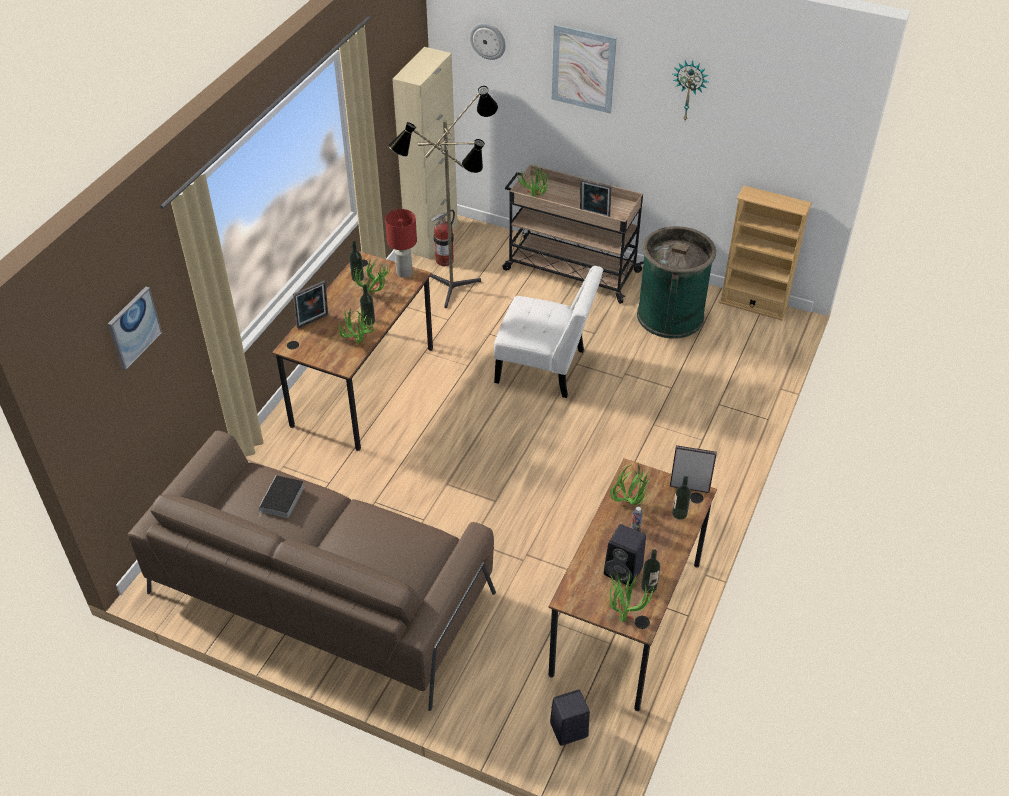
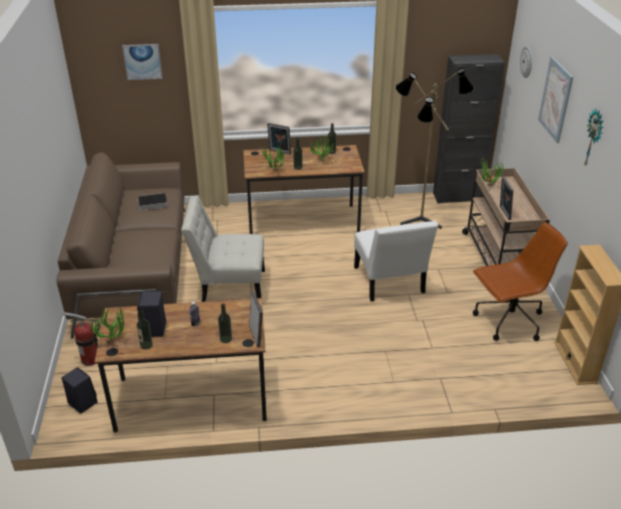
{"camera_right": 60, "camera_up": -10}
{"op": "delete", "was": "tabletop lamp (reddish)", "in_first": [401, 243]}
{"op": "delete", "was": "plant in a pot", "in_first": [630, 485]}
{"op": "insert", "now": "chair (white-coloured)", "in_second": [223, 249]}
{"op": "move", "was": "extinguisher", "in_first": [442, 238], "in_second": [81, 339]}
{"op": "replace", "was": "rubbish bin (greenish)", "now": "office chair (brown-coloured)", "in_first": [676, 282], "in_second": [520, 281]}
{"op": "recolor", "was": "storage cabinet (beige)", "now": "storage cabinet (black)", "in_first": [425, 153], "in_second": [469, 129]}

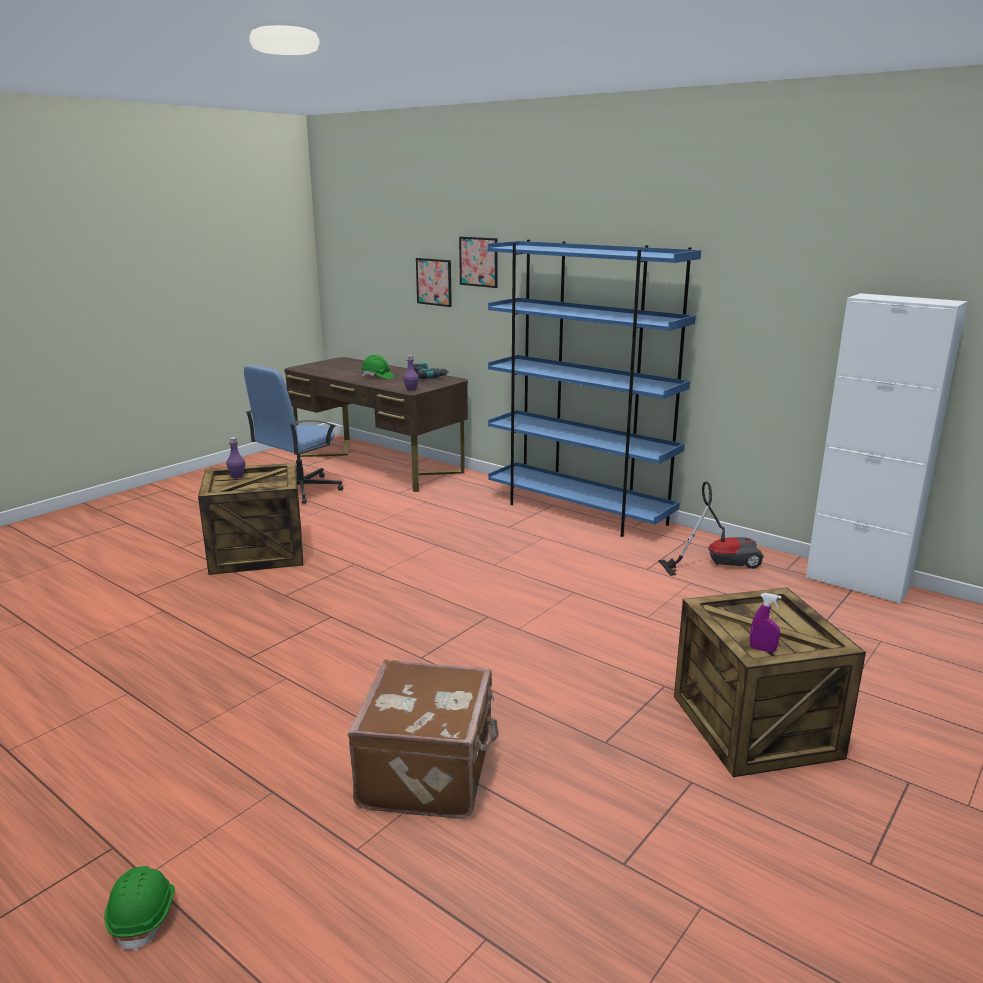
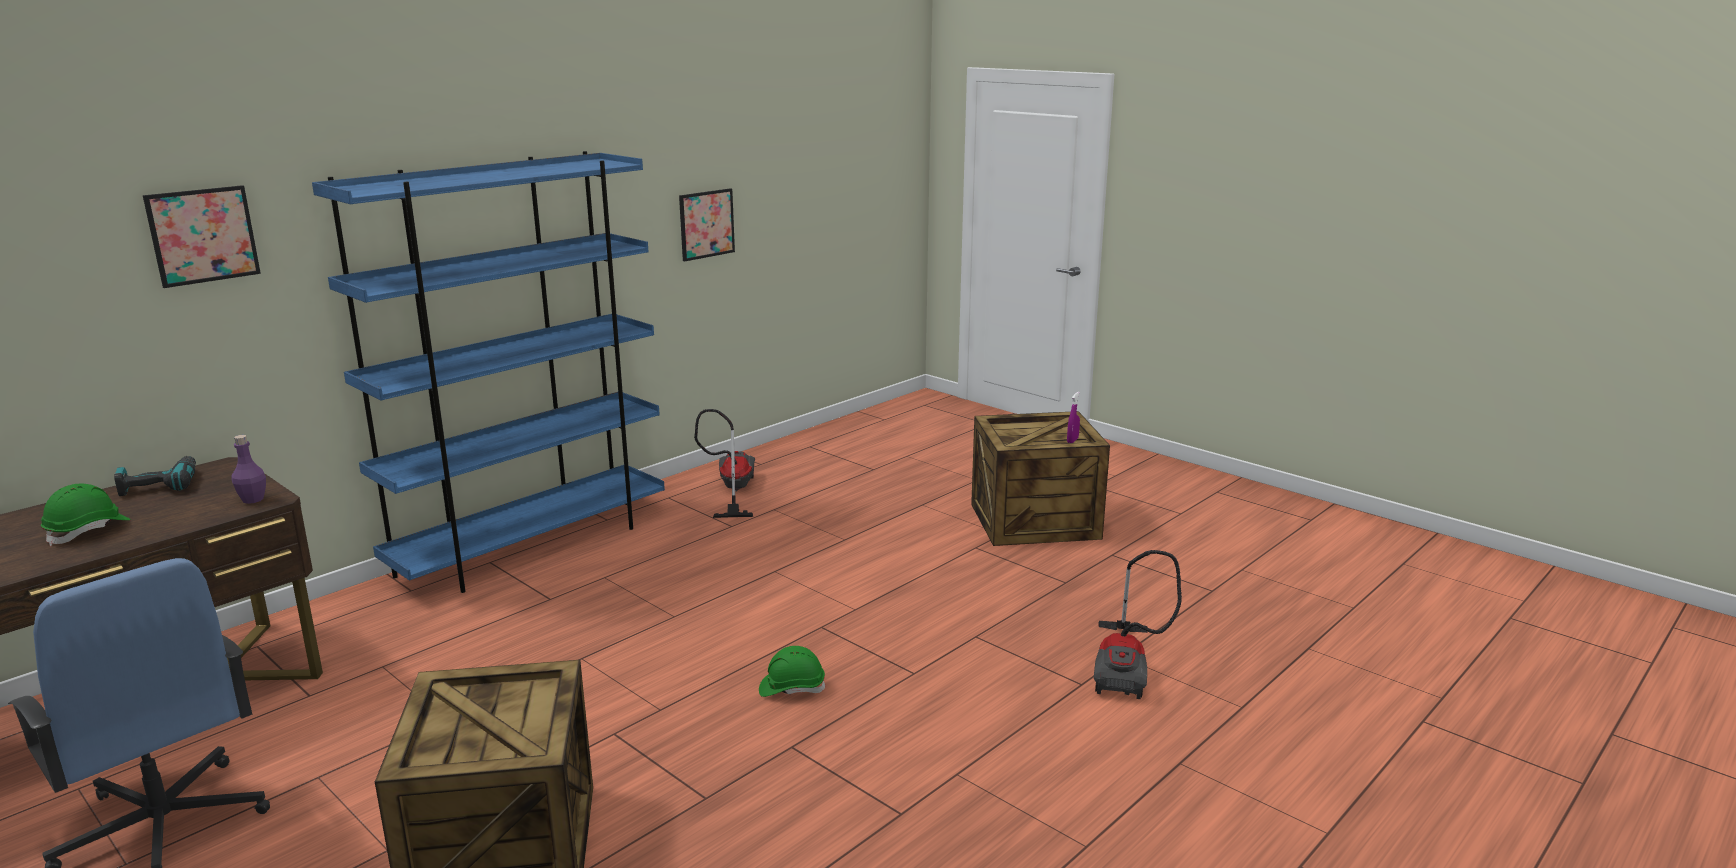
{"camera_right": -85, "camera_up": 0}
{"op": "delete", "was": "bottle (purplish)", "in_first": [235, 457]}
{"op": "delete", "was": "storage cabinet (white-coloured)", "in_first": [887, 449]}
{"op": "move", "was": "hard hat (greenish)", "in_first": [139, 909], "in_second": [792, 671]}
{"op": "move", "was": "wall picture", "in_first": [434, 282], "in_second": [707, 224]}
{"op": "replace", "was": "piece of luggage (brown-coloured)", "now": "vacuum", "in_first": [423, 739], "in_second": [1138, 624]}

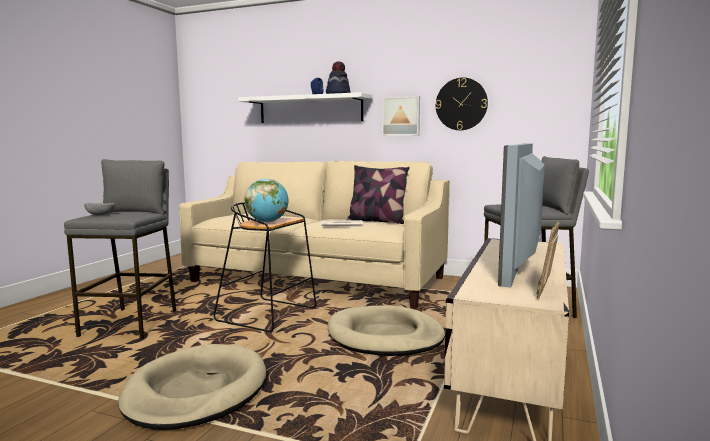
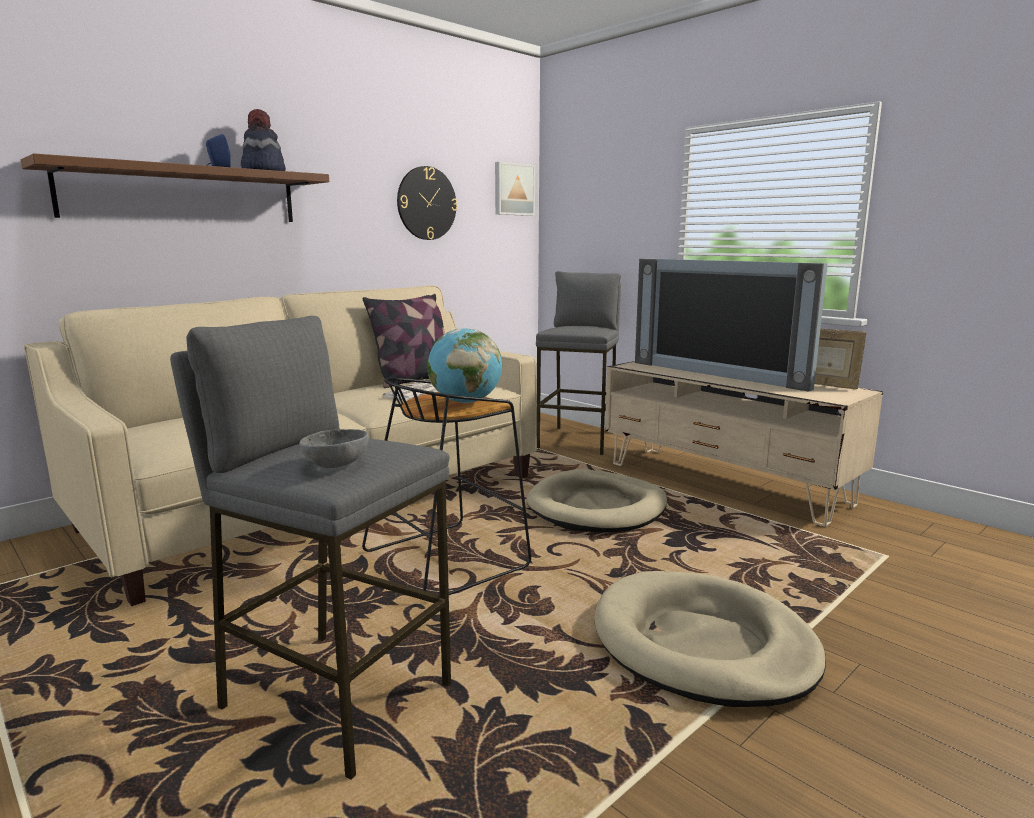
{"camera_right": -65, "camera_up": 5}
{"op": "move", "was": "wall picture", "in_first": [401, 116], "in_second": [515, 189]}
{"op": "recolor", "was": "bracket shelf (white-coloured)", "now": "bracket shelf (brown-coloured)", "in_first": [305, 107], "in_second": [175, 187]}

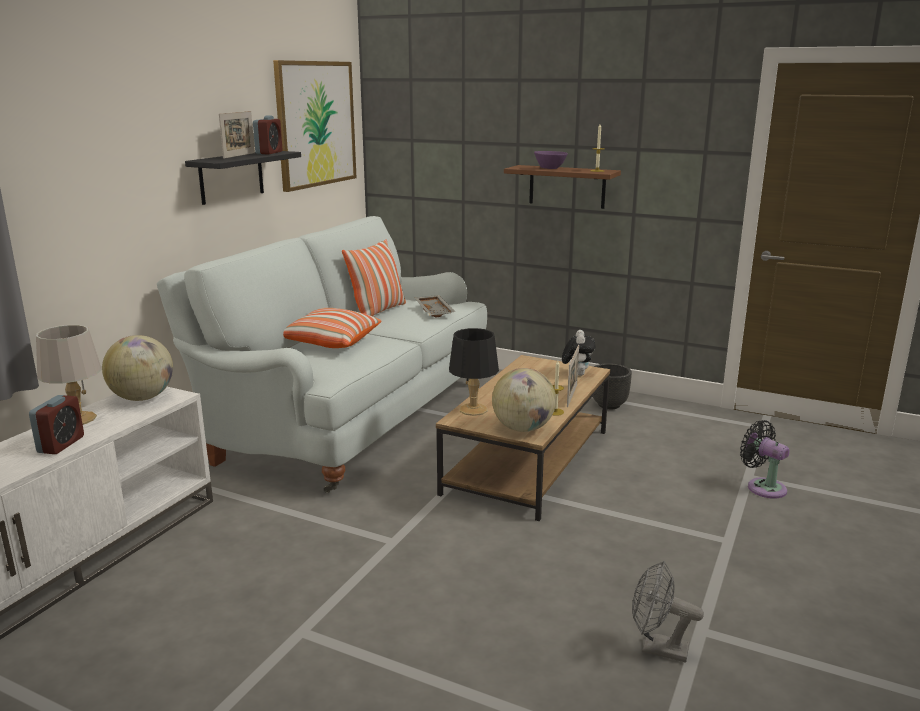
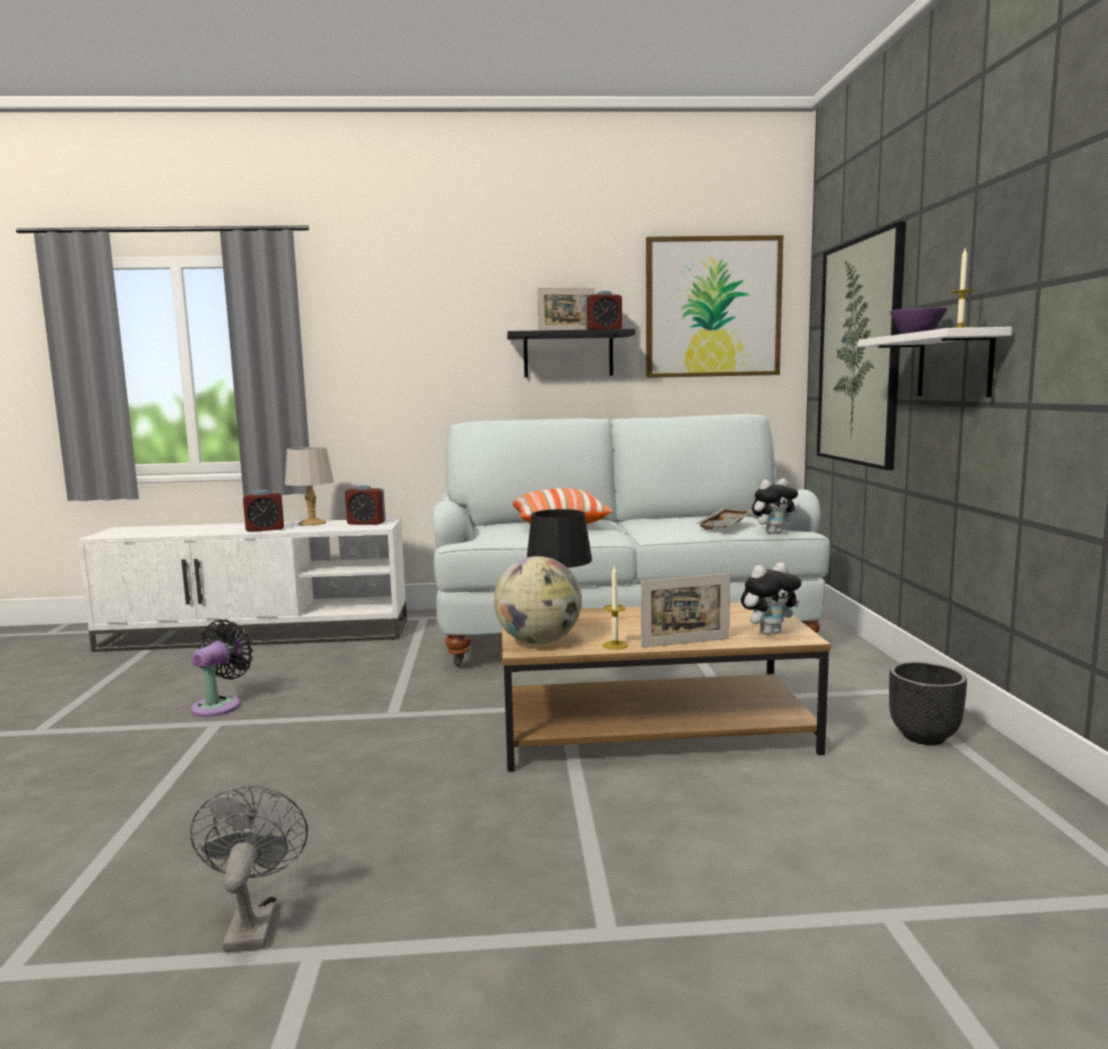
{"camera_right": 60, "camera_up": -10}
{"op": "delete", "was": "throw pillow", "in_first": [374, 277]}
{"op": "insert", "now": "soft toy", "in_second": [775, 506]}
{"op": "insert", "now": "wall picture", "in_second": [861, 345]}
{"op": "move", "was": "fan (black)", "in_first": [765, 459], "in_second": [222, 668]}
{"op": "replace", "was": "world globe", "now": "alarm clock", "in_first": [137, 368], "in_second": [365, 505]}
{"op": "recolor", "was": "bracket shelf (brown-coloured)", "now": "bracket shelf (white-coloured)", "in_first": [562, 187], "in_second": [935, 362]}

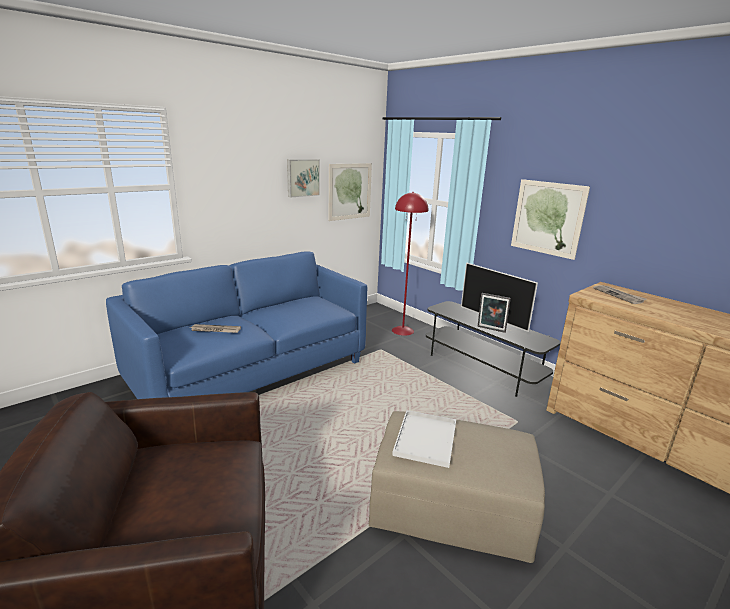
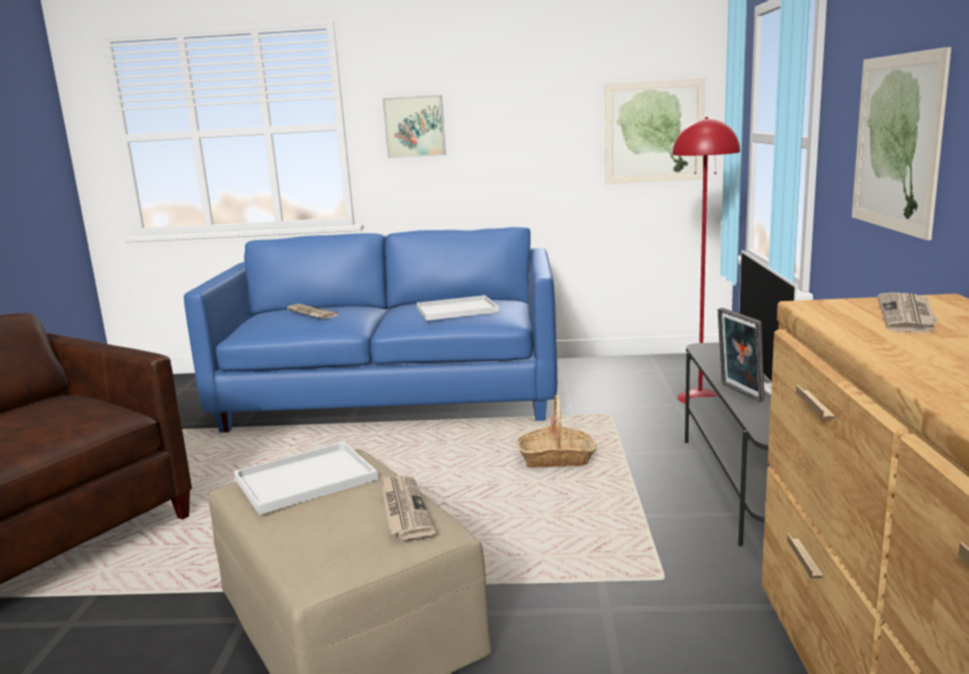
{"camera_right": 45, "camera_up": -5}
{"op": "insert", "now": "daily paper", "in_second": [407, 507]}
{"op": "insert", "now": "tray (white-coloured)", "in_second": [458, 308]}
{"op": "insert", "now": "household basket", "in_second": [556, 431]}
{"op": "move", "was": "wall picture", "in_first": [303, 178], "in_second": [414, 126]}

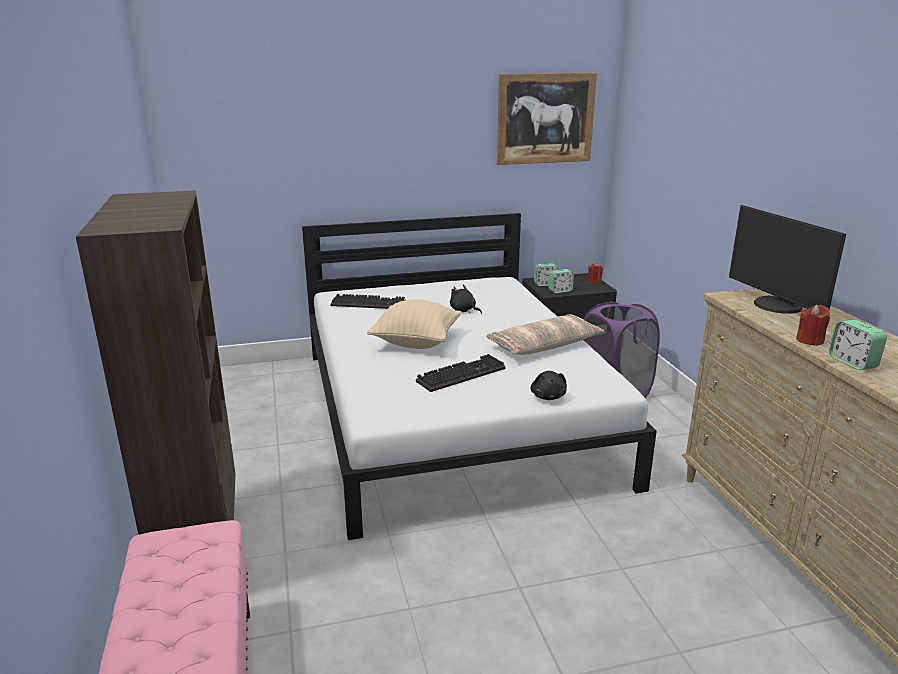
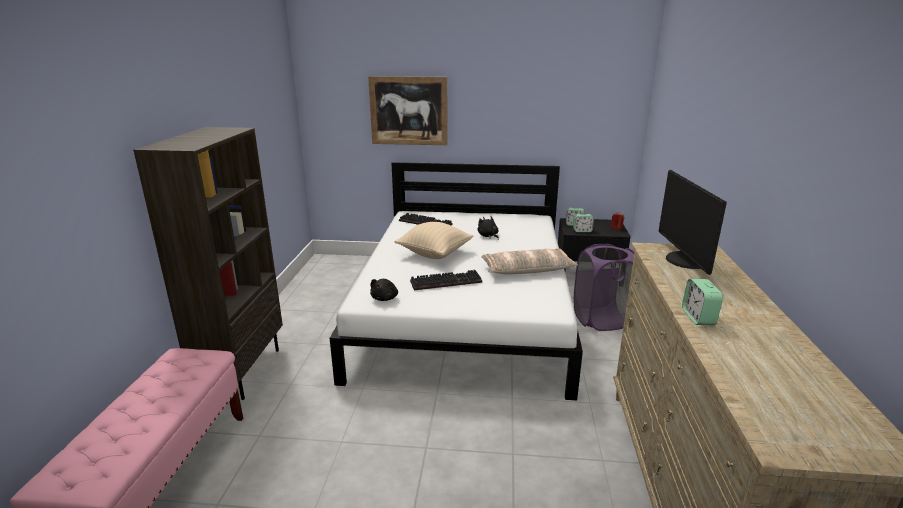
{"camera_right": 20, "camera_up": 0}
{"op": "delete", "was": "wax candle (reddish)", "in_first": [813, 325]}
{"op": "move", "was": "wall picture", "in_first": [547, 119], "in_second": [408, 110]}
{"op": "move", "was": "soft toy (black)", "in_first": [548, 385], "in_second": [384, 290]}

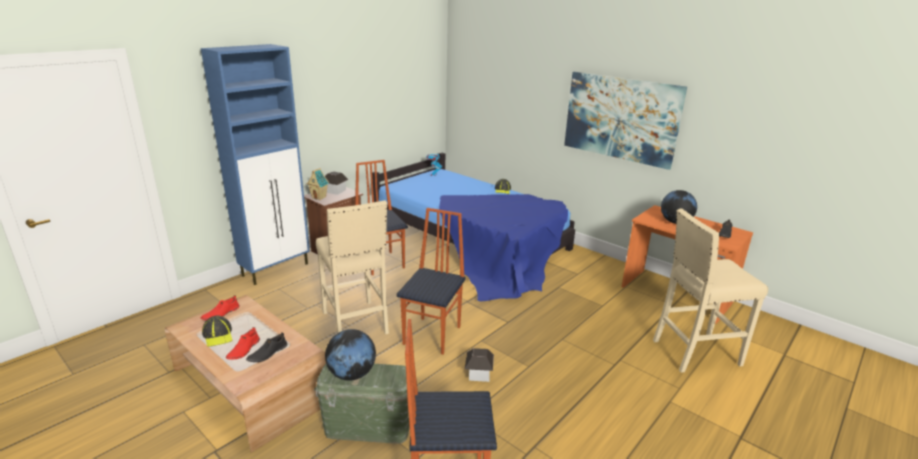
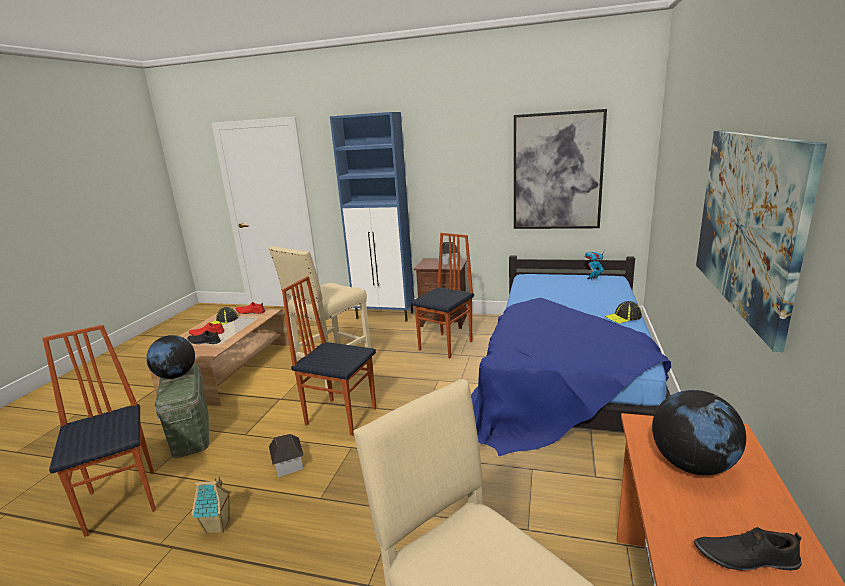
{"camera_right": 65, "camera_up": -5}
{"op": "insert", "now": "wall picture", "in_second": [560, 169]}
{"op": "move", "was": "miniature house", "in_first": [318, 184], "in_second": [211, 505]}
{"op": "rotate", "was": "chair", "in_first": [431, 281], "in_second": [329, 355], "clockwise": -150}

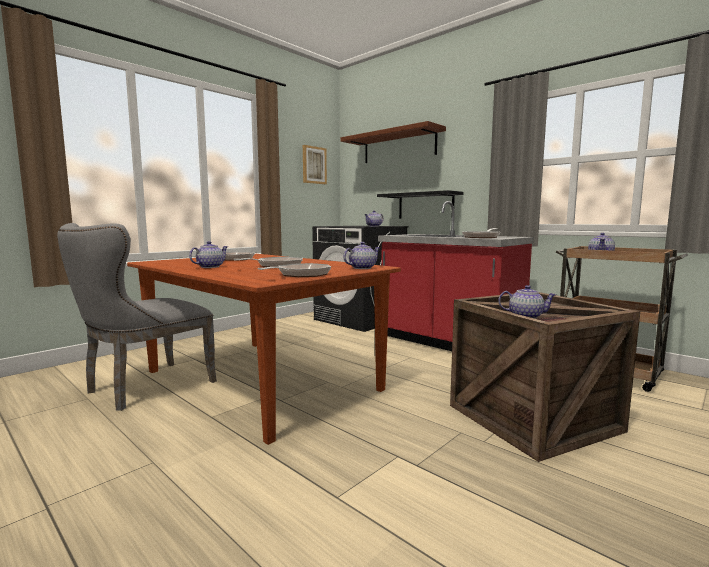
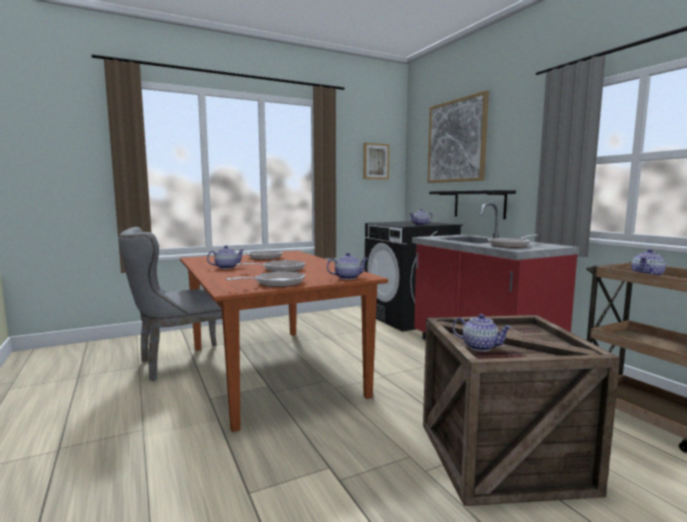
{"camera_right": 20, "camera_up": 0}
{"op": "replace", "was": "bracket shelf (brown-coloured)", "now": "wall picture", "in_first": [393, 142], "in_second": [458, 137]}

